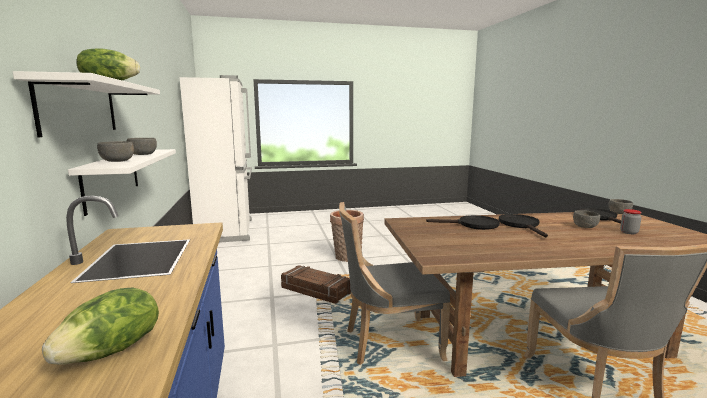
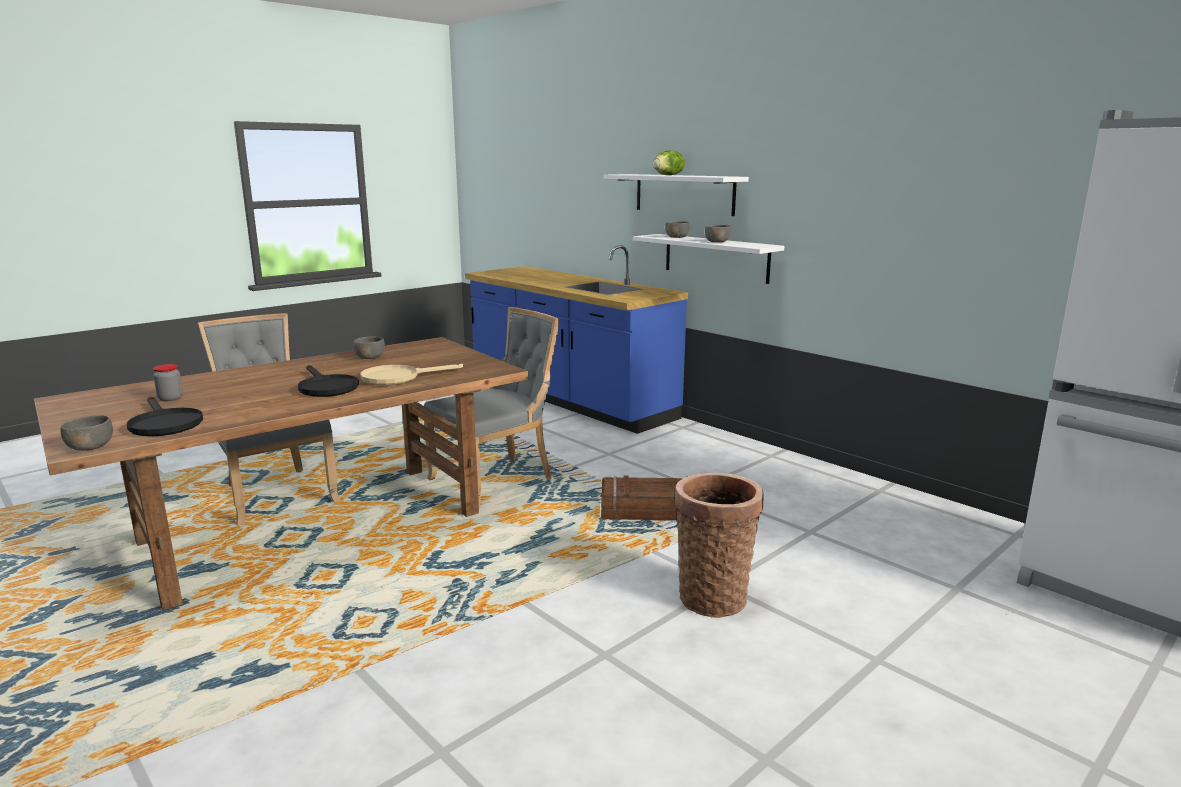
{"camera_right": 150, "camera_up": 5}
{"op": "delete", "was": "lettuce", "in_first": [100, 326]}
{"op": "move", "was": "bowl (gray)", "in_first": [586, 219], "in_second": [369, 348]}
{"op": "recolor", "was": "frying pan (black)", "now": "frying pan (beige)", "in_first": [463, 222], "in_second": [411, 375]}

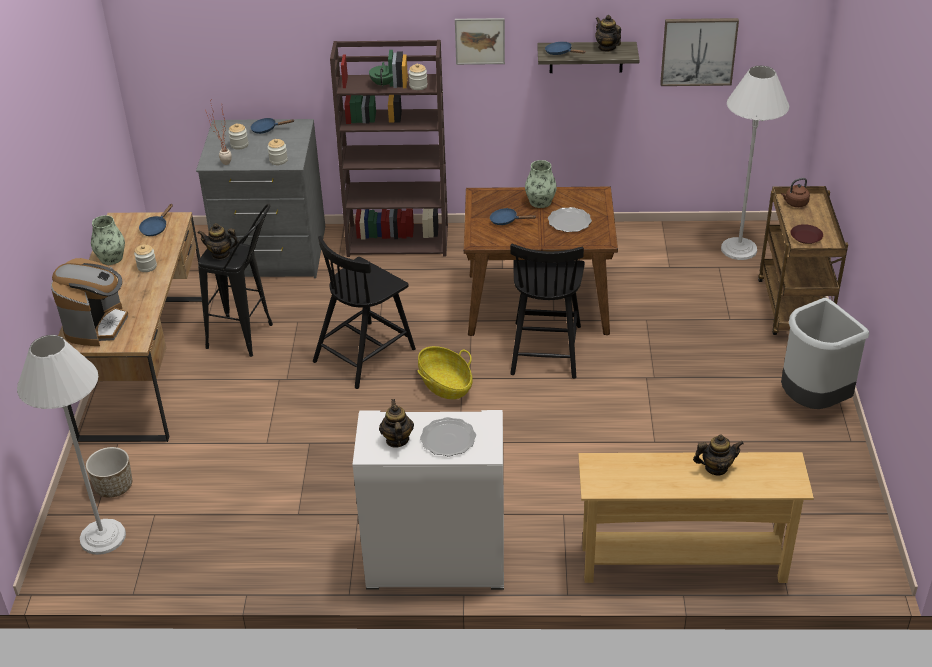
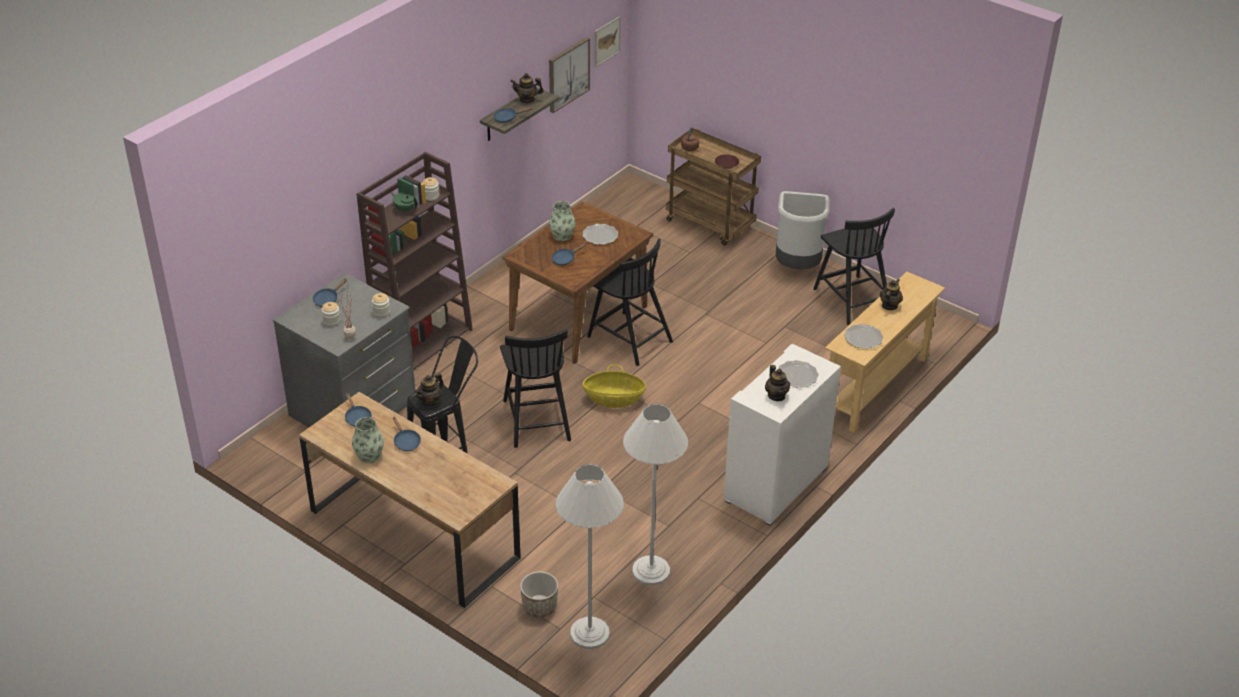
{"camera_right": -55, "camera_up": 0}
{"op": "delete", "was": "coffee brewer", "in_first": [89, 302]}
{"op": "insert", "now": "chair (black)", "in_second": [854, 266]}
{"op": "insert", "now": "dinner plate", "in_second": [864, 336]}
{"op": "move", "was": "wall picture", "in_first": [480, 41], "in_second": [607, 41]}
{"op": "move", "was": "floor lamp (white-coloured)", "in_first": [755, 163], "in_second": [655, 494]}
{"op": "replace", "was": "jar", "now": "frying pan (blue)", "in_first": [145, 258], "in_second": [407, 434]}
{"op": "rotate", "was": "teapot", "in_first": [396, 423], "in_second": [777, 383], "clockwise": -135}

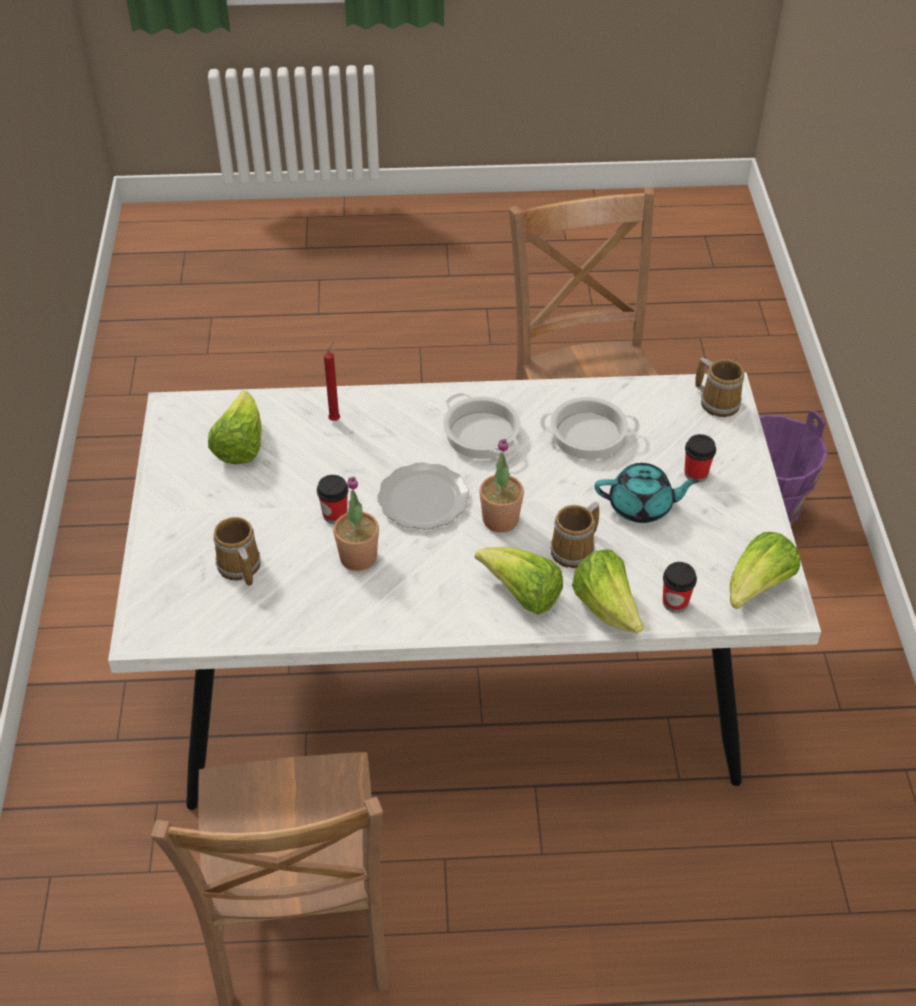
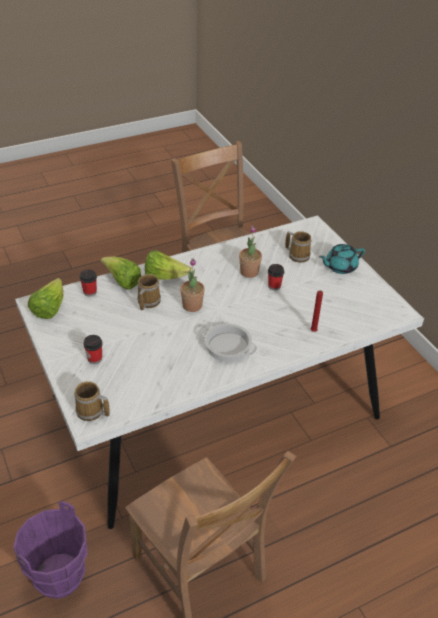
{"camera_right": 155, "camera_up": -5}
{"op": "delete", "was": "lettuce", "in_first": [235, 427]}
{"op": "delete", "was": "dinner plate", "in_first": [423, 496]}
{"op": "delete", "was": "saucepot", "in_first": [590, 428]}
{"op": "move", "was": "teapot (turquoise-coloured)", "in_first": [647, 493], "in_second": [342, 259]}

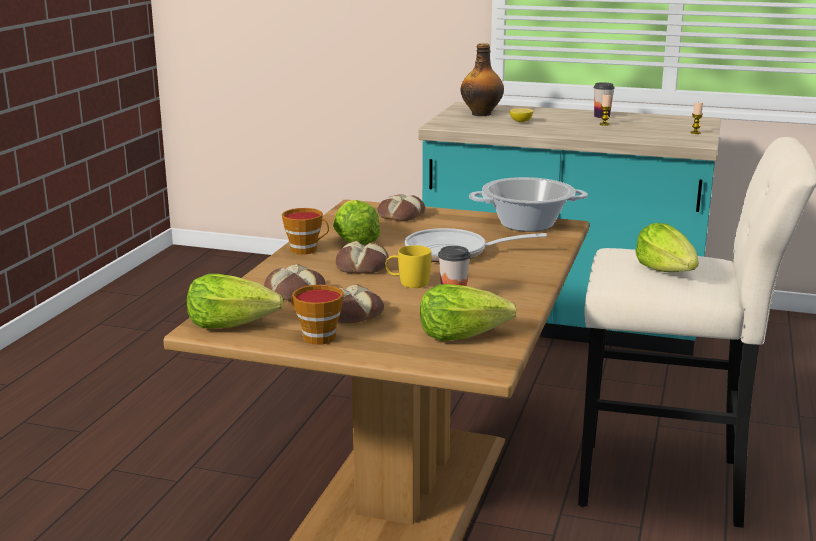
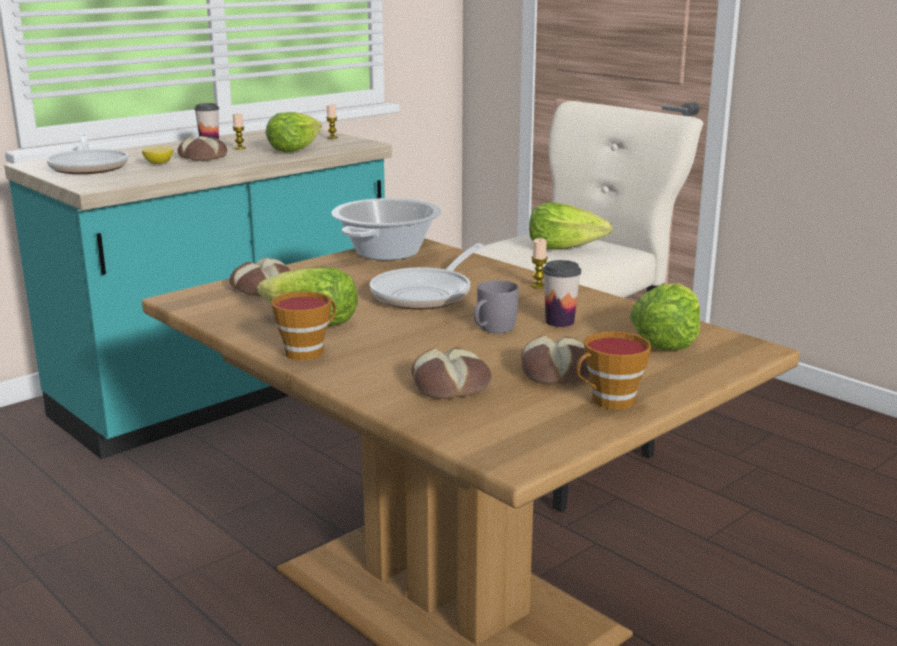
{"camera_right": -60, "camera_up": 0}
{"op": "insert", "now": "wax candle", "in_second": [539, 263]}
{"op": "move", "was": "lettuce", "in_first": [235, 301], "in_second": [293, 132]}
{"op": "move", "was": "bread", "in_first": [362, 257], "in_second": [202, 148]}
{"op": "replace", "was": "bottle", "now": "frying pan", "in_first": [482, 79], "in_second": [87, 153]}
{"op": "recolor", "was": "coffee mug (yellow-coloured)", "now": "coffee mug (gray)", "in_first": [408, 266], "in_second": [496, 306]}

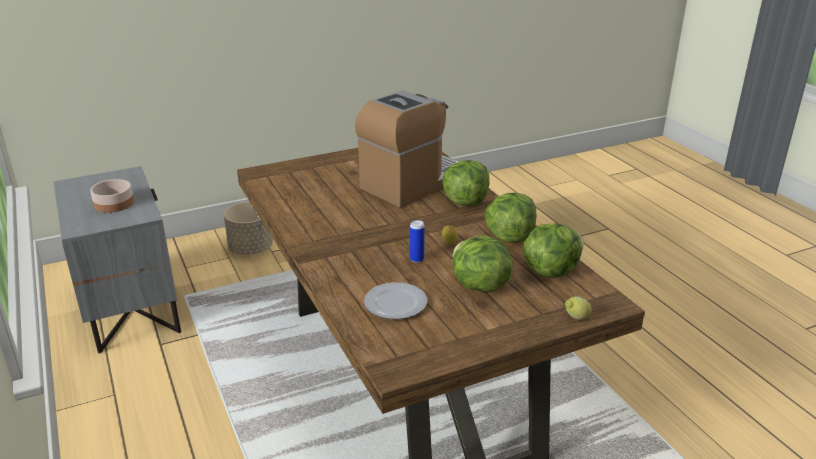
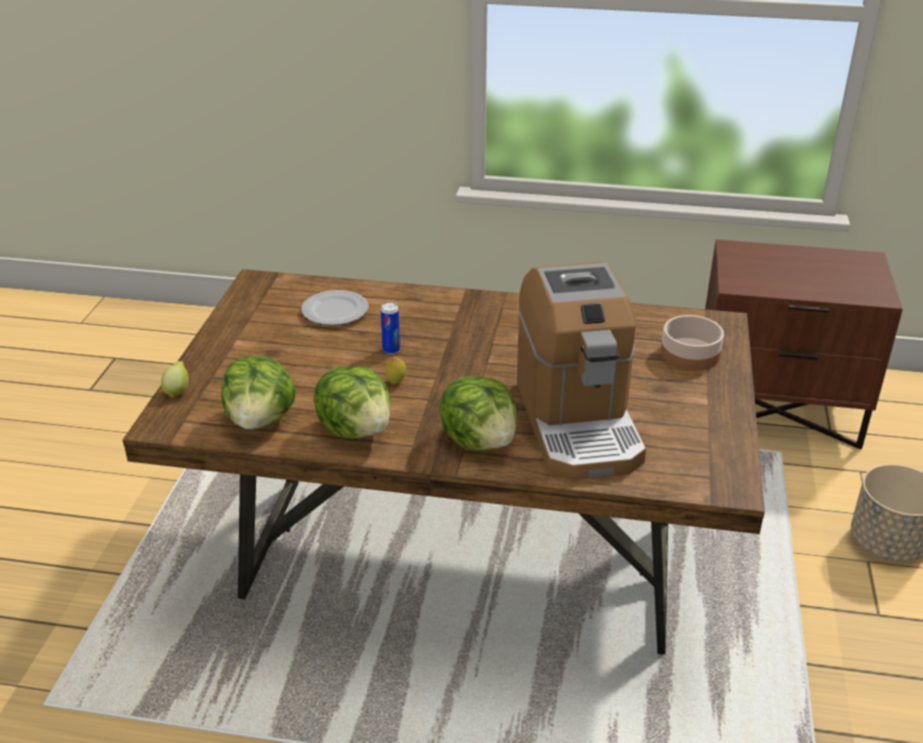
{"camera_right": 125, "camera_up": 5}
{"op": "delete", "was": "lettuce", "in_first": [482, 263]}
{"op": "move", "was": "bowl", "in_first": [112, 196], "in_second": [692, 343]}
{"op": "recolor", "was": "night table (gray)", "now": "night table (brown-coloured)", "in_first": [117, 259], "in_second": [804, 344]}

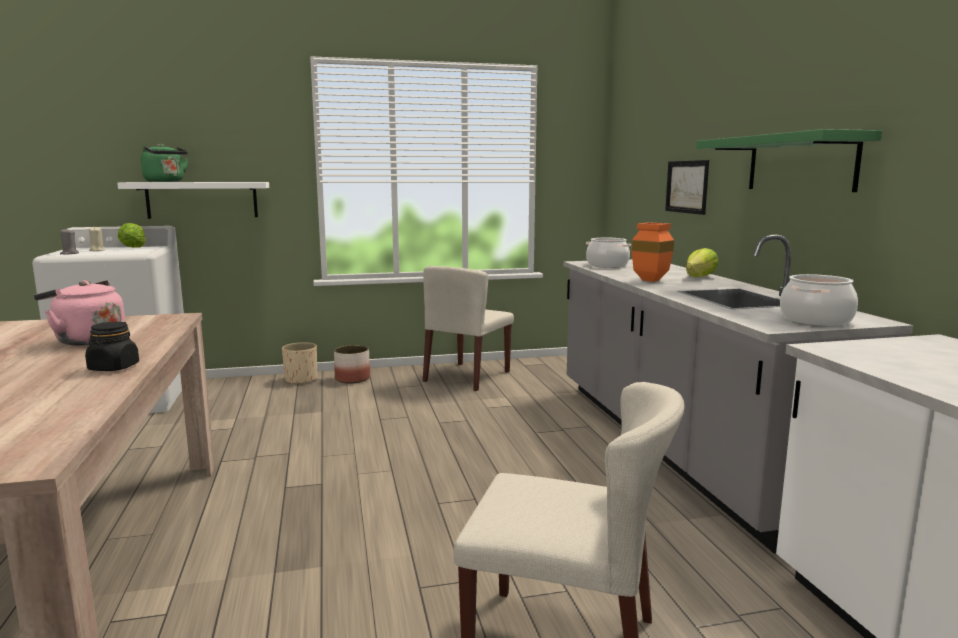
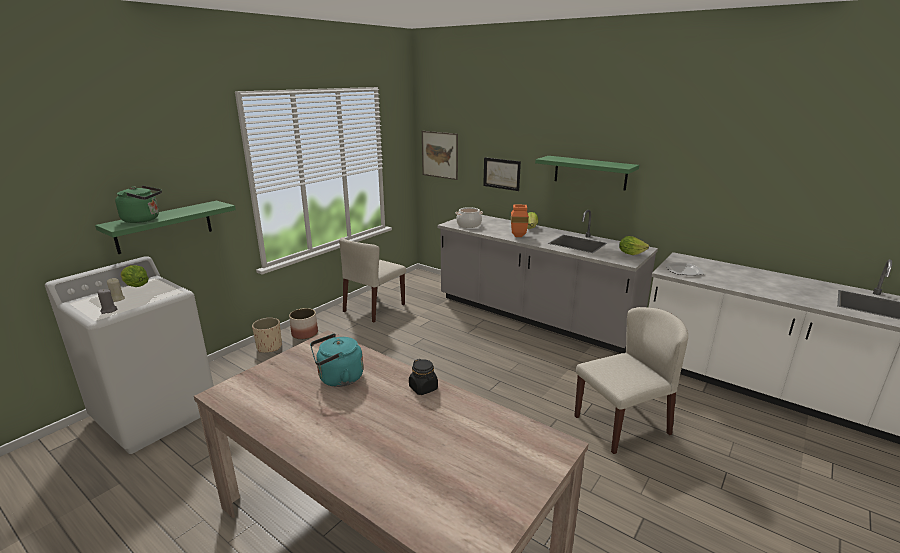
{"camera_right": -40, "camera_up": 10}
{"op": "insert", "now": "wall picture", "in_second": [440, 155]}
{"op": "insert", "now": "dinner plate", "in_second": [684, 269]}
{"op": "replace", "was": "saucepot", "now": "lettuce", "in_first": [819, 300], "in_second": [634, 245]}
{"op": "recolor", "was": "water kettle (pink)", "now": "water kettle (turquoise-coloured)", "in_first": [79, 313], "in_second": [336, 360]}
{"op": "recolor", "was": "bracket shelf (white-coloured)", "now": "bracket shelf (greenish)", "in_first": [193, 200], "in_second": [165, 227]}
{"op": "rotate", "was": "chair (beige)", "in_first": [468, 328], "in_second": [372, 279], "clockwise": 45}

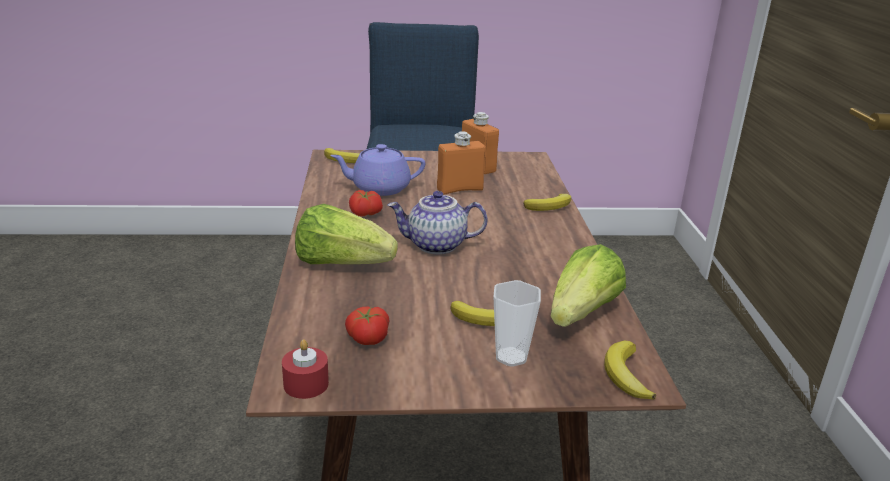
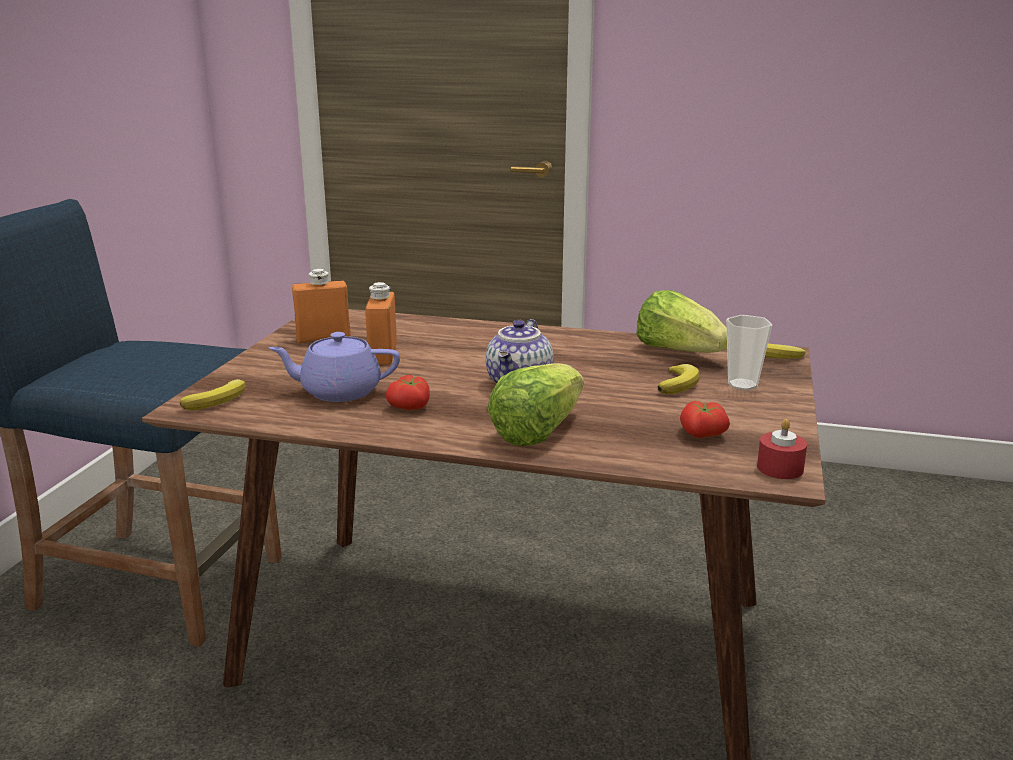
{"camera_right": -70, "camera_up": -5}
{"op": "delete", "was": "banana", "in_first": [547, 202]}
{"op": "rotate", "was": "teapot (purplish)", "in_first": [377, 170], "in_second": [334, 367], "clockwise": 75}

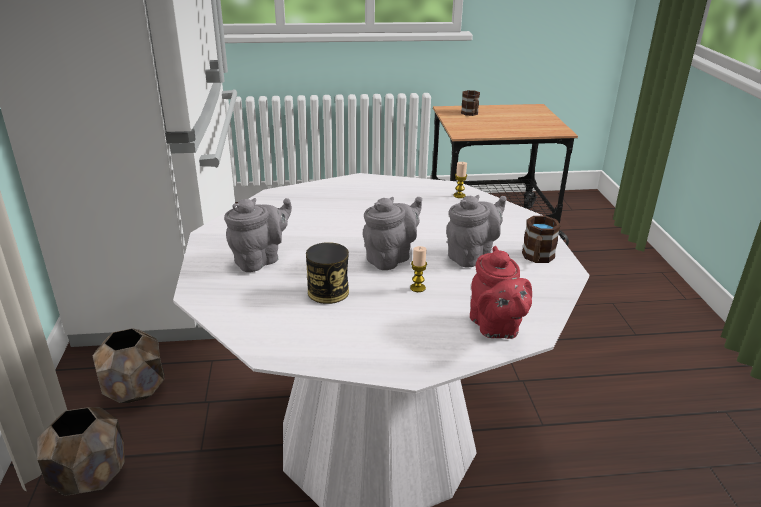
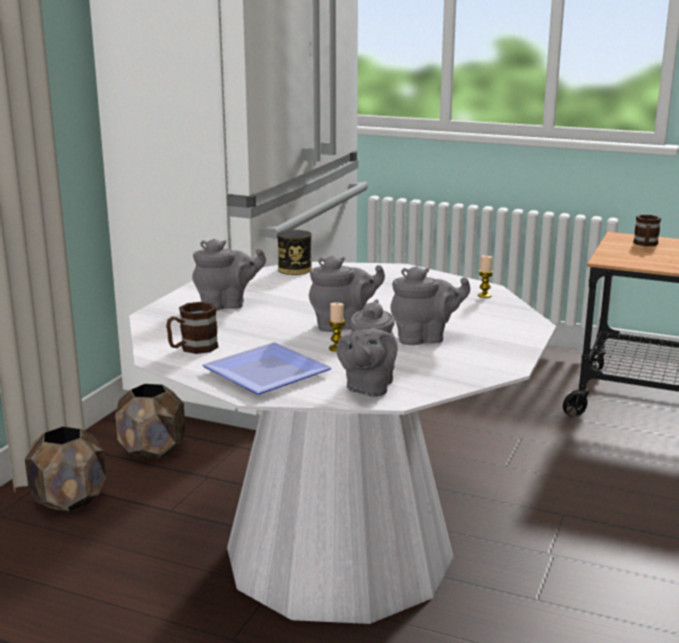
{"camera_right": 30, "camera_up": -10}
{"op": "insert", "now": "dinner plate", "in_second": [267, 368]}
{"op": "move", "was": "sealed can", "in_first": [327, 273], "in_second": [294, 252]}
{"op": "move", "was": "coffee mug (brown-coloured)", "in_first": [541, 239], "in_second": [192, 328]}
{"op": "recolor", "was": "teapot (reddish)", "now": "teapot (gray)", "in_first": [501, 292], "in_second": [367, 348]}

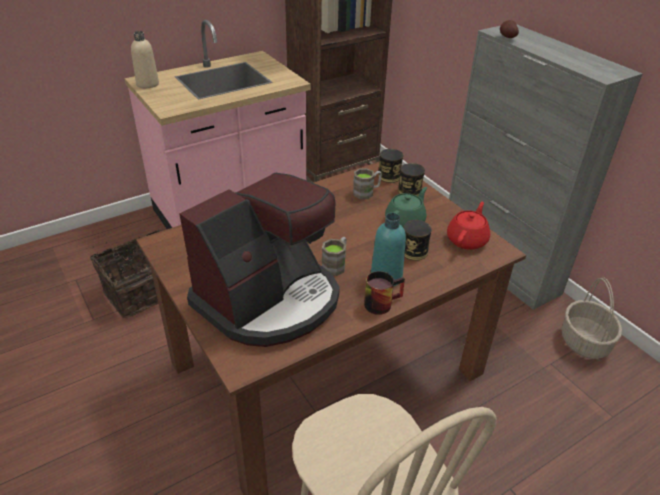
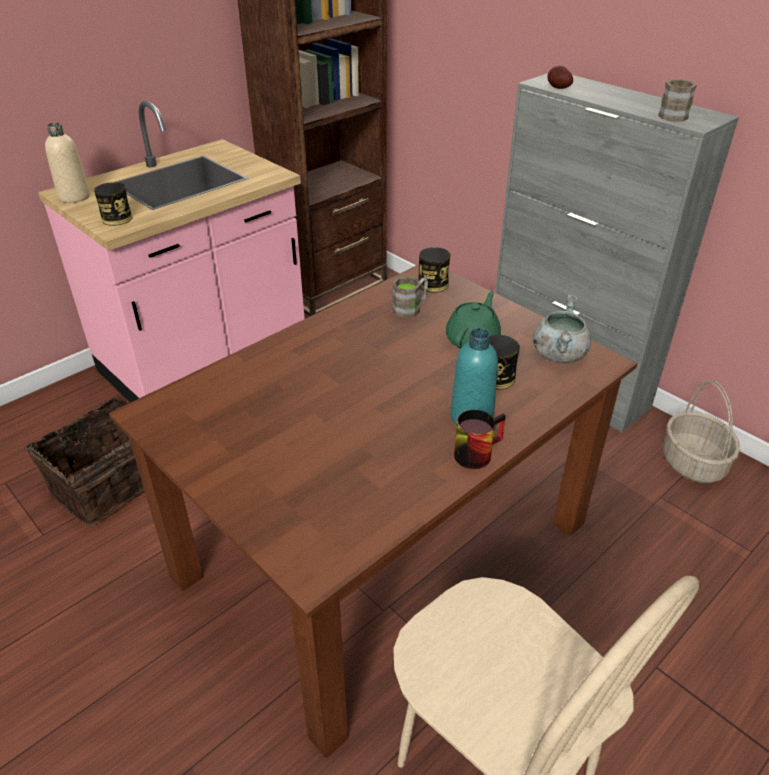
{"camera_right": -10, "camera_up": 0}
{"op": "delete", "was": "coffee brewer", "in_first": [259, 260]}
{"op": "move", "was": "coffee mug (brown-coloured)", "in_first": [334, 256], "in_second": [677, 101]}
{"op": "move", "was": "sealed can", "in_first": [411, 179], "in_second": [113, 204]}
{"op": "replace", "was": "teapot (reddish)", "now": "saucepot (gray)", "in_first": [468, 226], "in_second": [562, 328]}

